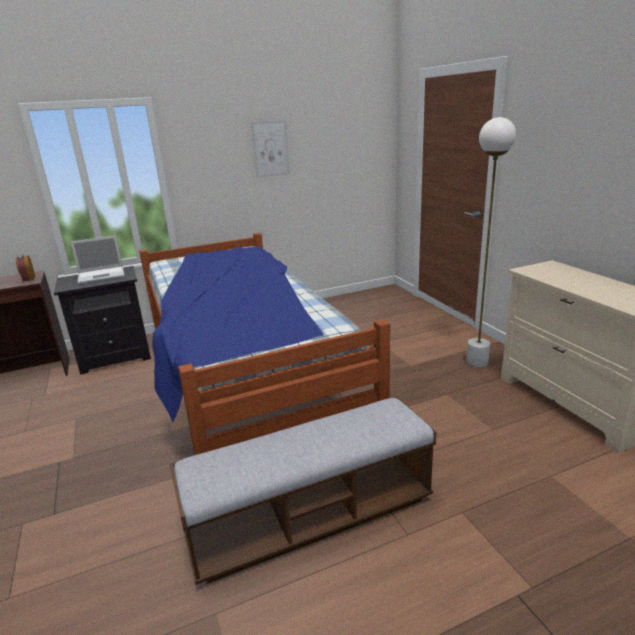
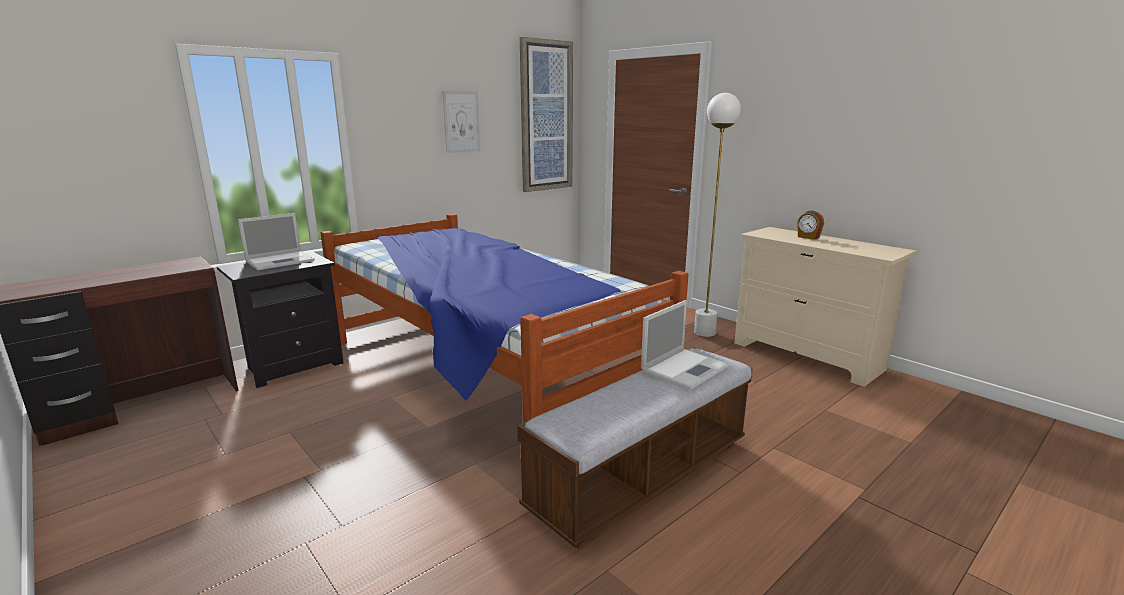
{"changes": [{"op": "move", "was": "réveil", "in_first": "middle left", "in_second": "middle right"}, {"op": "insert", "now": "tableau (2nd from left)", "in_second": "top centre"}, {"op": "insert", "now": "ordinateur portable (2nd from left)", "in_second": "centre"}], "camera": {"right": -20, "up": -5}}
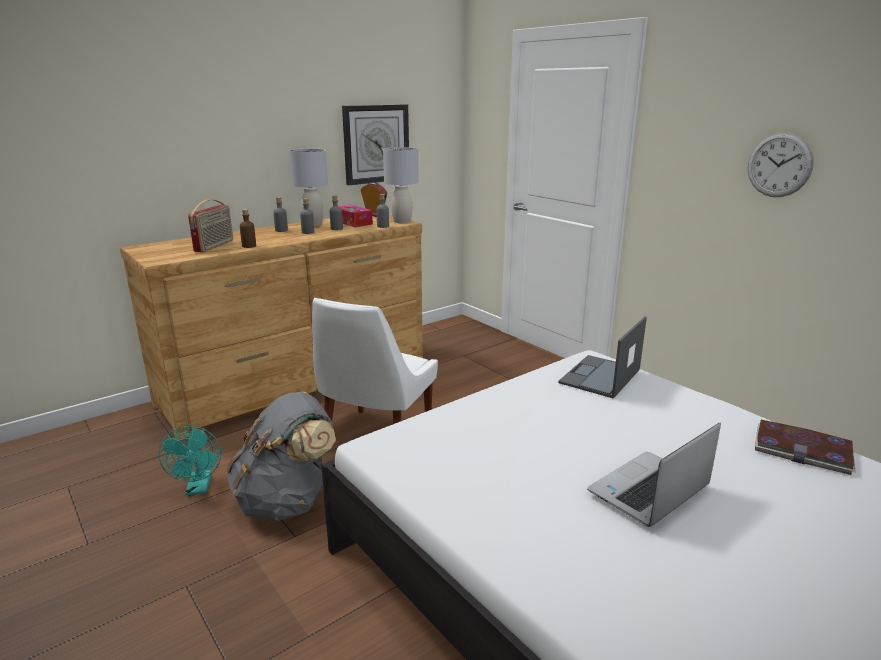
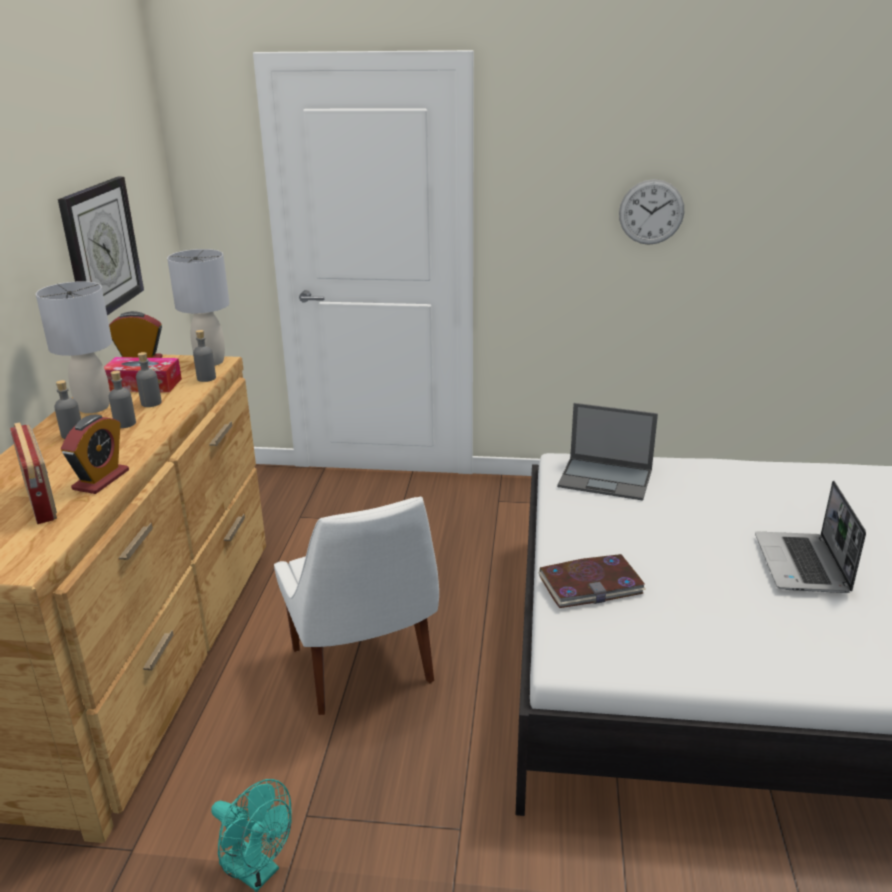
{"changes": [{"op": "replace", "was": "bouteille [marron]", "now": "réveil (1st from left)", "in_first": "middle left", "in_second": "middle left"}, {"op": "rotate", "was": "ordinateur portable (1st from left)", "in_first": "middle right", "in_second": "middle right", "clockwise": -60}, {"op": "delete", "was": "sac à dos [gris]", "in_first": "bottom left"}, {"op": "move", "was": "livre", "in_first": "bottom right", "in_second": "centre"}], "camera": {"right": -45, "up": 5}}
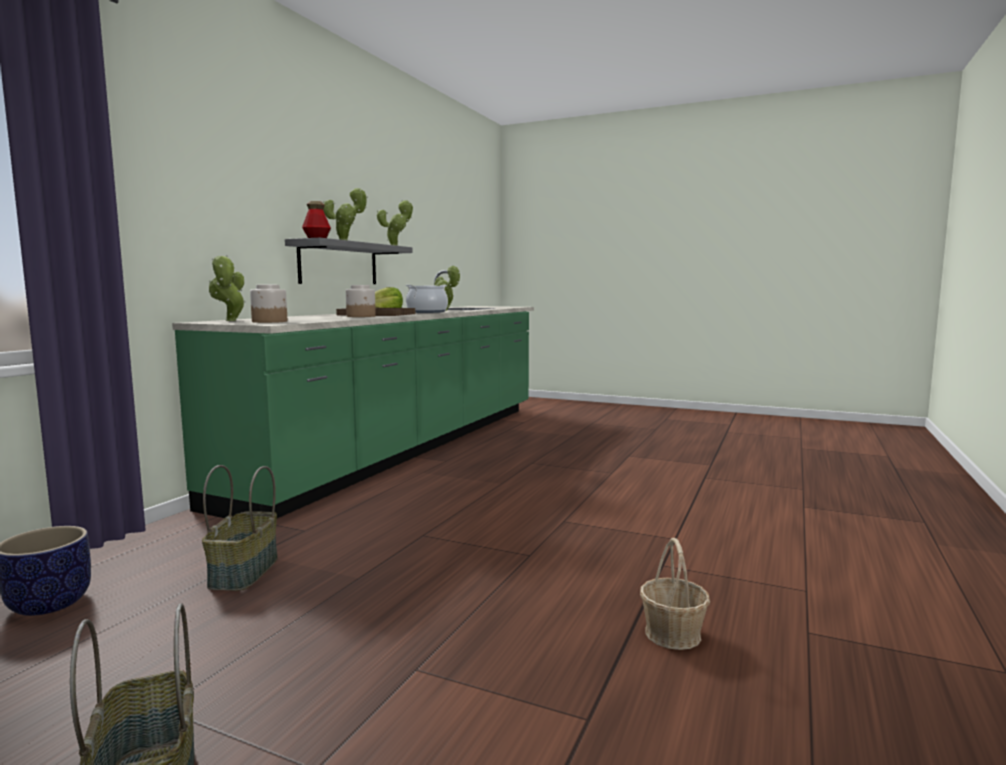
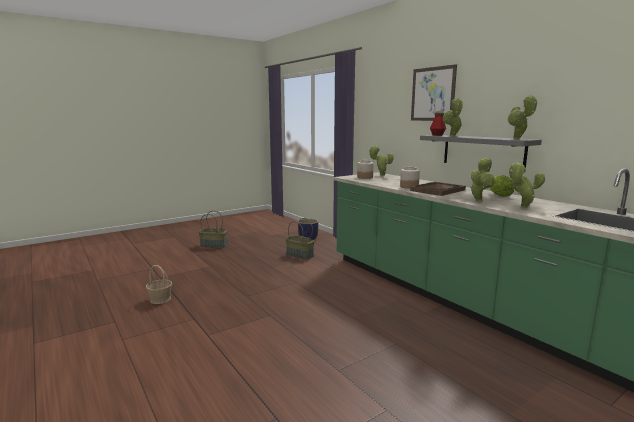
{"changes": [{"op": "replace", "was": "marmite", "now": "plante en pot (3rd from left)", "in_first": "centre", "in_second": "middle right"}, {"op": "insert", "now": "tableau", "in_second": "top right"}], "camera": {"right": 120, "up": 5}}
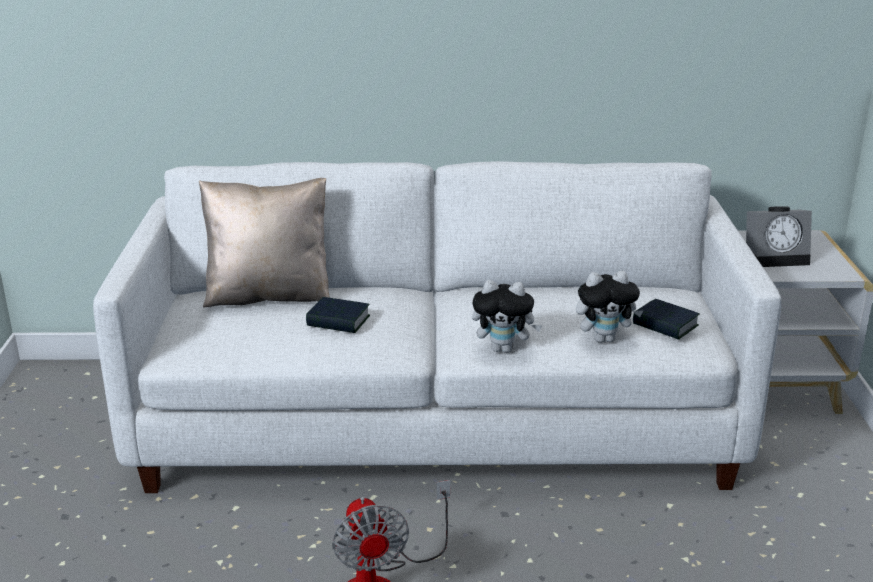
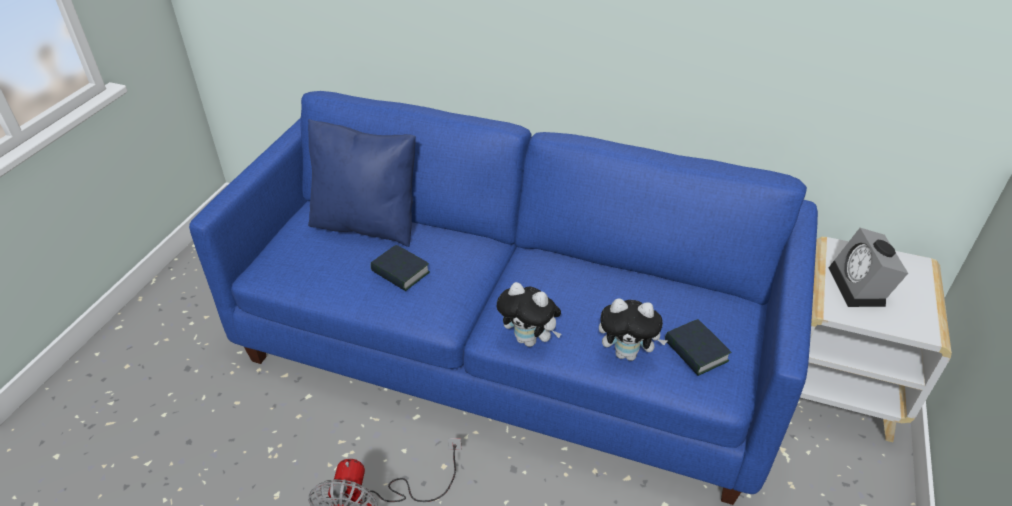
{"changes": [{"op": "recolor", "was": "canapé [blanc]", "now": "canapé [bleu]", "in_first": "centre", "in_second": "centre"}, {"op": "recolor", "was": "coussin [beige]", "now": "coussin [bleu]", "in_first": "middle left", "in_second": "centre"}, {"op": "rotate", "was": "réveil", "in_first": "middle right", "in_second": "middle right", "clockwise": 75}], "camera": {"right": 20, "up": 15}}
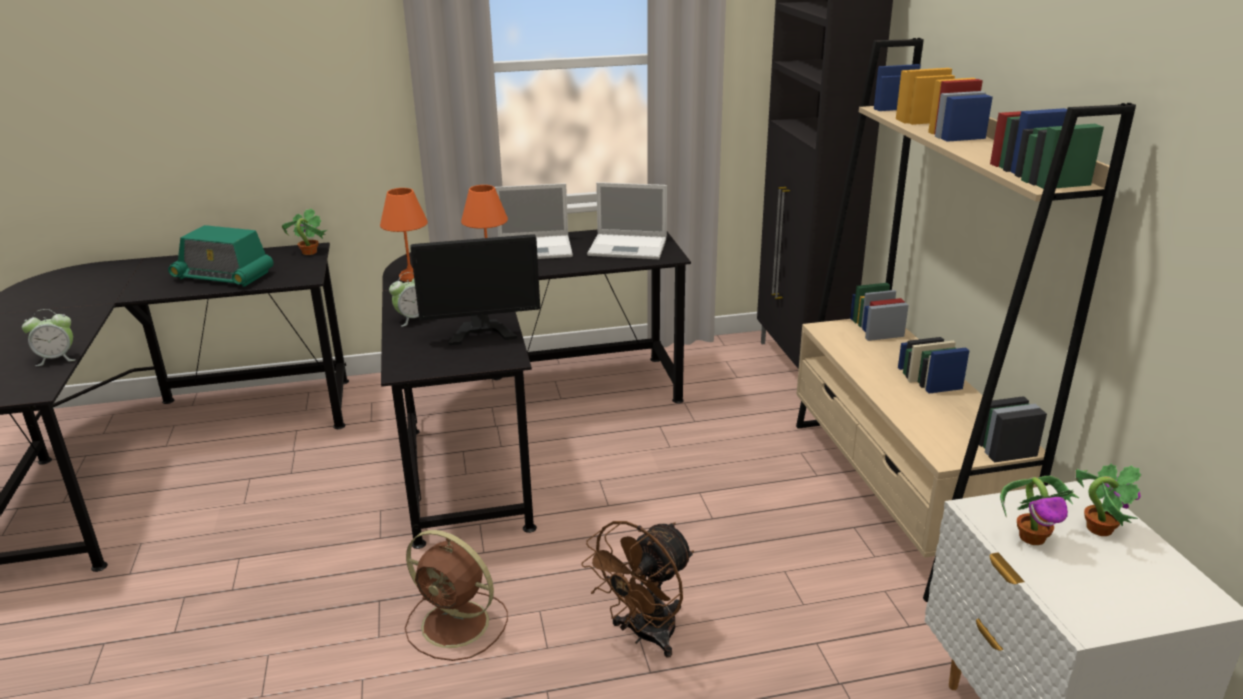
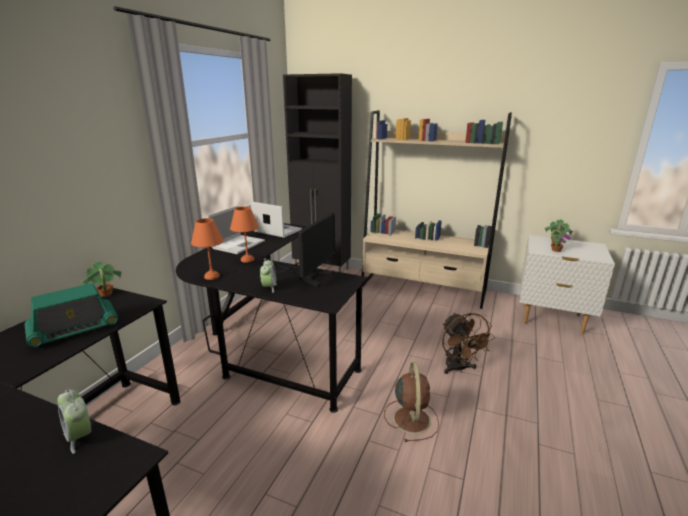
{"changes": [{"op": "rotate", "was": "ordinateur portable (2nd from left)", "in_first": "top centre", "in_second": "centre", "clockwise": -105}, {"op": "rotate", "was": "réveil (1st from left)", "in_first": "middle left", "in_second": "bottom left", "clockwise": 120}, {"op": "rotate", "was": "ventilateur [marron] (1st from left)", "in_first": "bottom centre", "in_second": "bottom centre", "clockwise": -60}], "camera": {"right": -55, "up": -5}}
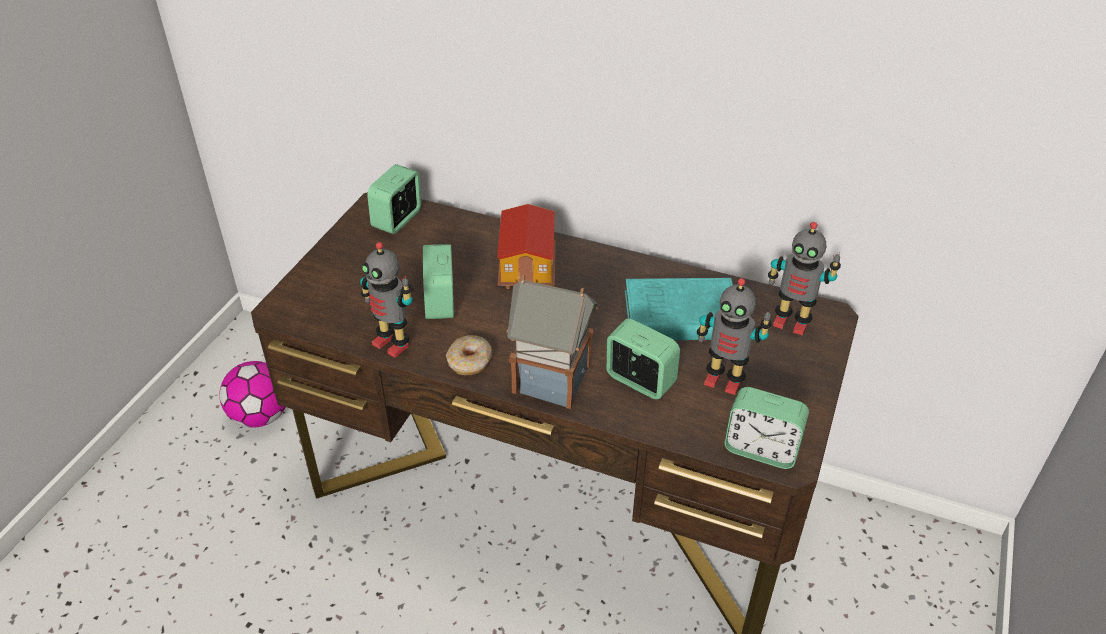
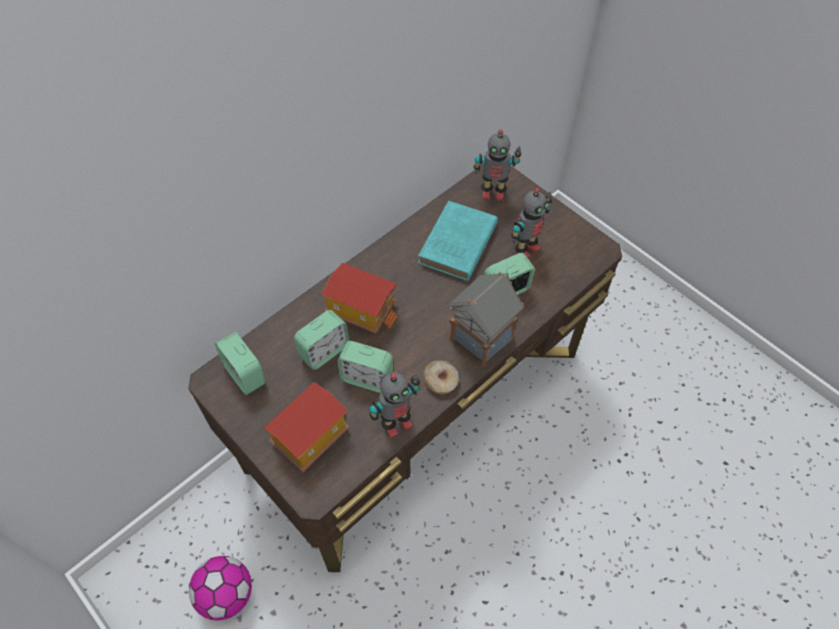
{"changes": [{"op": "rotate", "was": "robot jouet (3rd from left in the first image)", "in_first": "middle right", "in_second": "top centre", "clockwise": 45}, {"op": "move", "was": "réveil (4th from left in the first image)", "now": "réveil (2nd from left)", "in_first": "bottom right", "in_second": "centre"}, {"op": "insert", "now": "maison miniature (1st from left)", "in_second": "bottom centre"}], "camera": {"right": -65, "up": 15}}
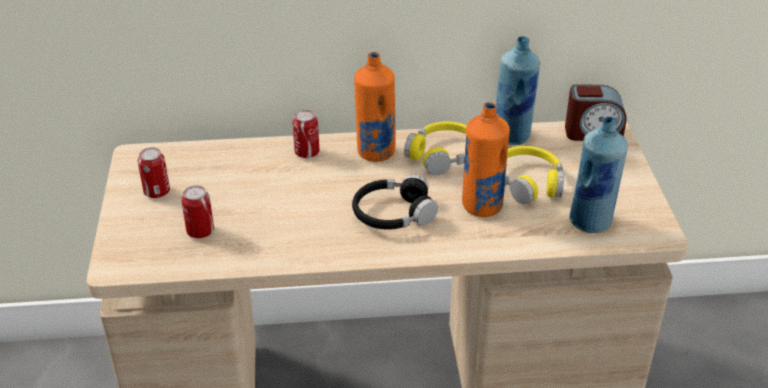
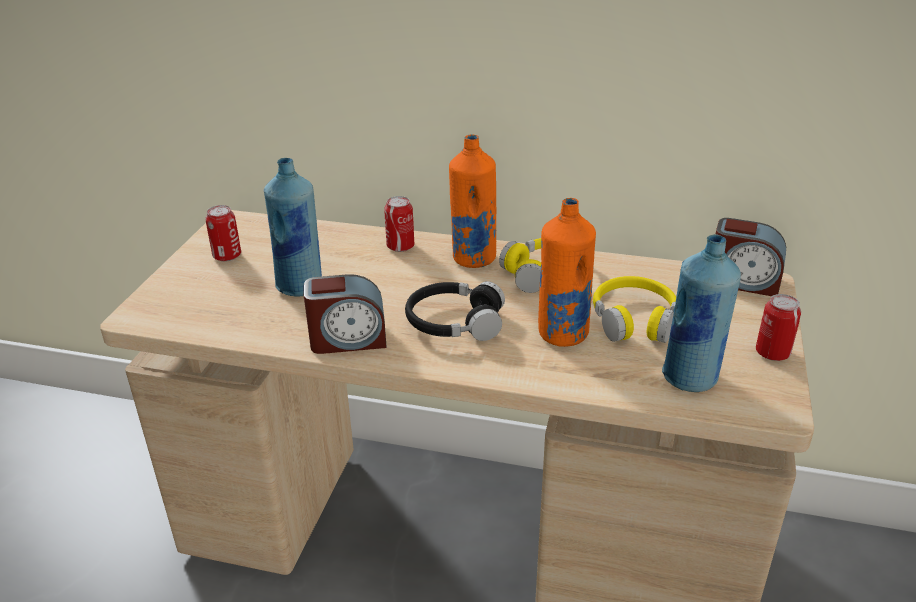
{"changes": [{"op": "move", "was": "bouteille [bleu] (1st from left)", "in_first": "top right", "in_second": "middle left"}, {"op": "move", "was": "boîte métallique (2nd from left in the first image)", "now": "boîte métallique (3rd from left)", "in_first": "middle left", "in_second": "middle right"}, {"op": "insert", "now": "réveil (1st from left)", "in_second": "centre"}], "camera": {"right": 20, "up": -5}}
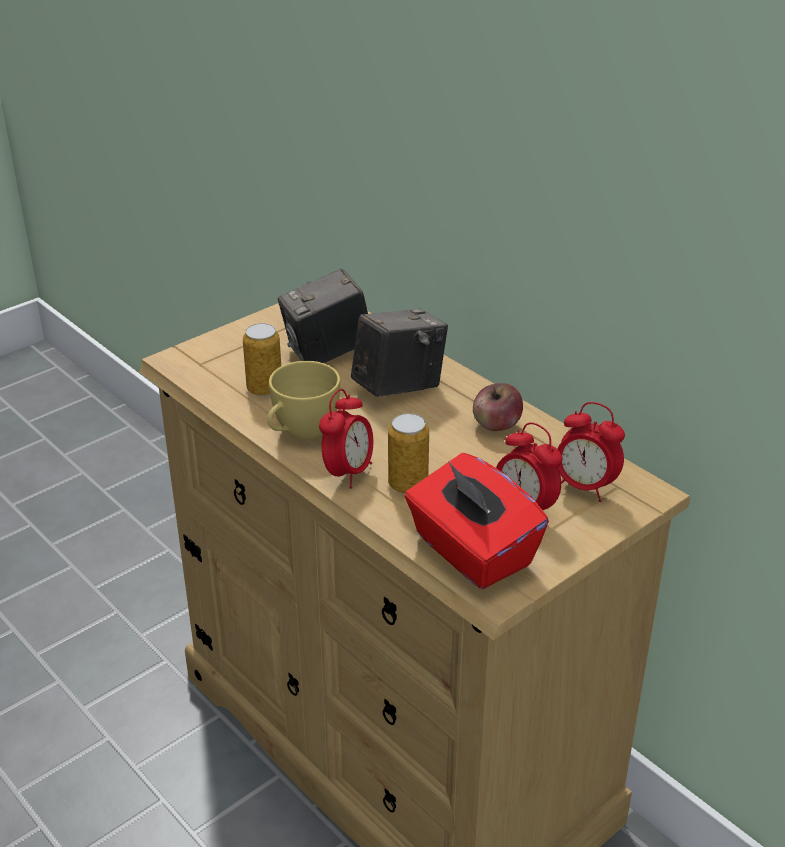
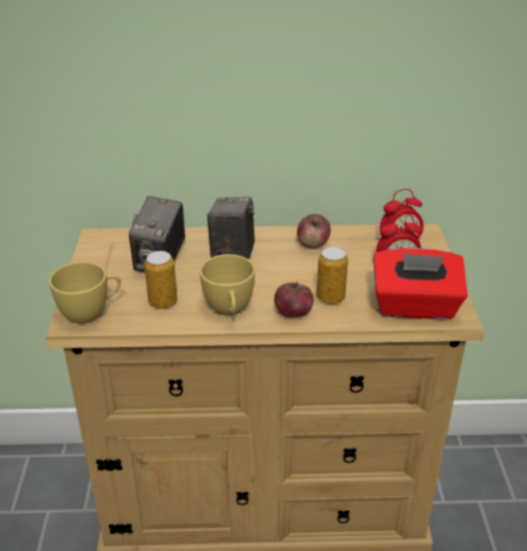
{"changes": [{"op": "replace", "was": "réveil (1st from left)", "now": "pomme (1st from left)", "in_first": "centre", "in_second": "centre"}, {"op": "insert", "now": "tasse [jaune] (1st from left)", "in_second": "middle left"}], "camera": {"right": -50, "up": 0}}
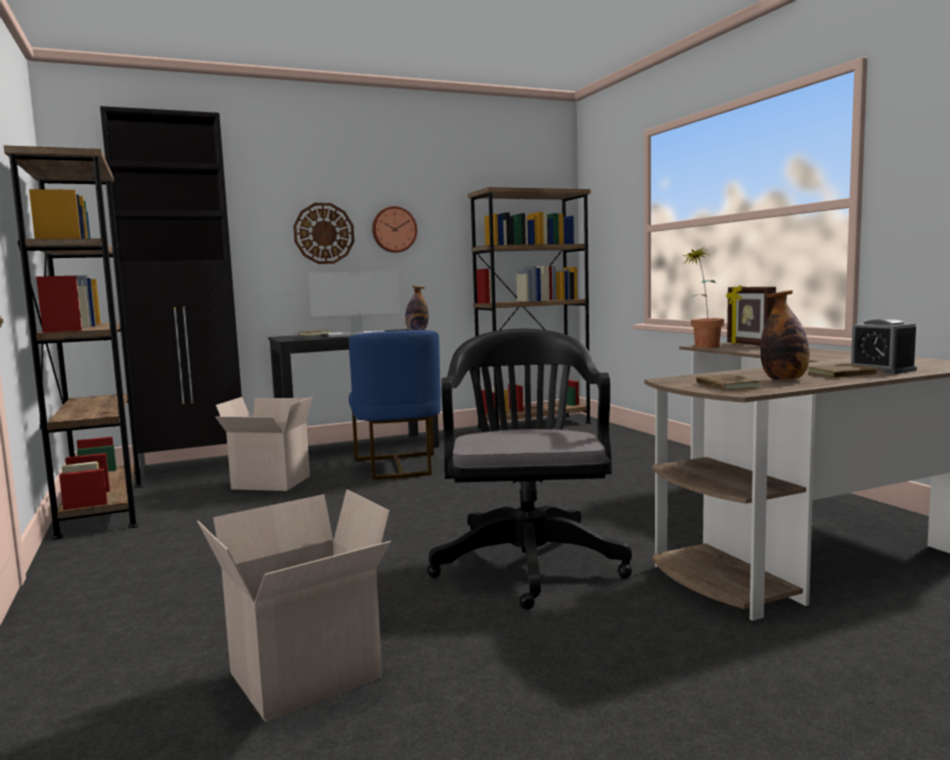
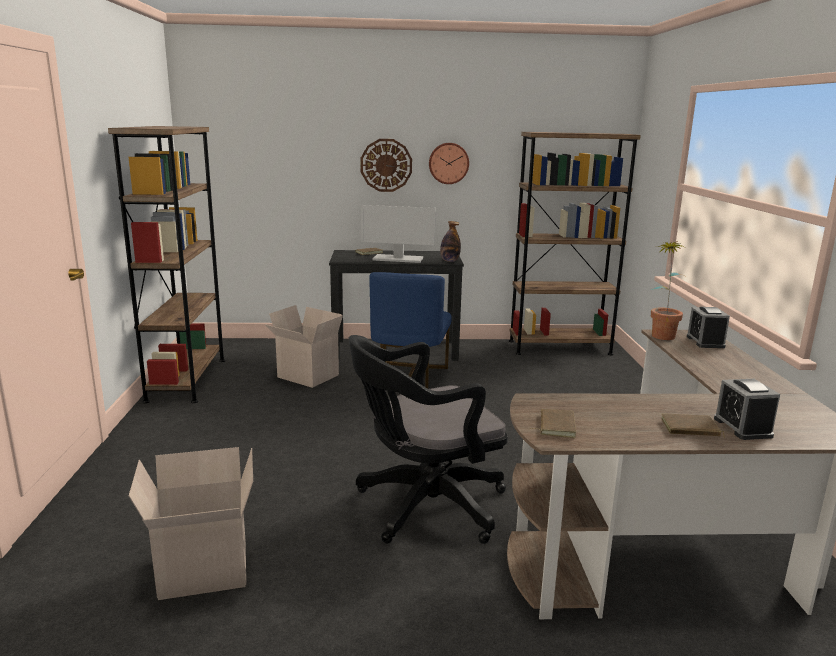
{"changes": [{"op": "delete", "was": "meuble de rangement [noir]", "in_first": "middle left"}, {"op": "replace", "was": "cadre photo", "now": "réveil (1st from left)", "in_first": "middle right", "in_second": "middle right"}, {"op": "delete", "was": "bouteille (2nd from left)", "in_first": "middle right"}, {"op": "rotate", "was": "chaise de bureau [noir]", "in_first": "centre", "in_second": "bottom centre", "clockwise": -135}], "camera": {"right": 20, "up": 10}}
